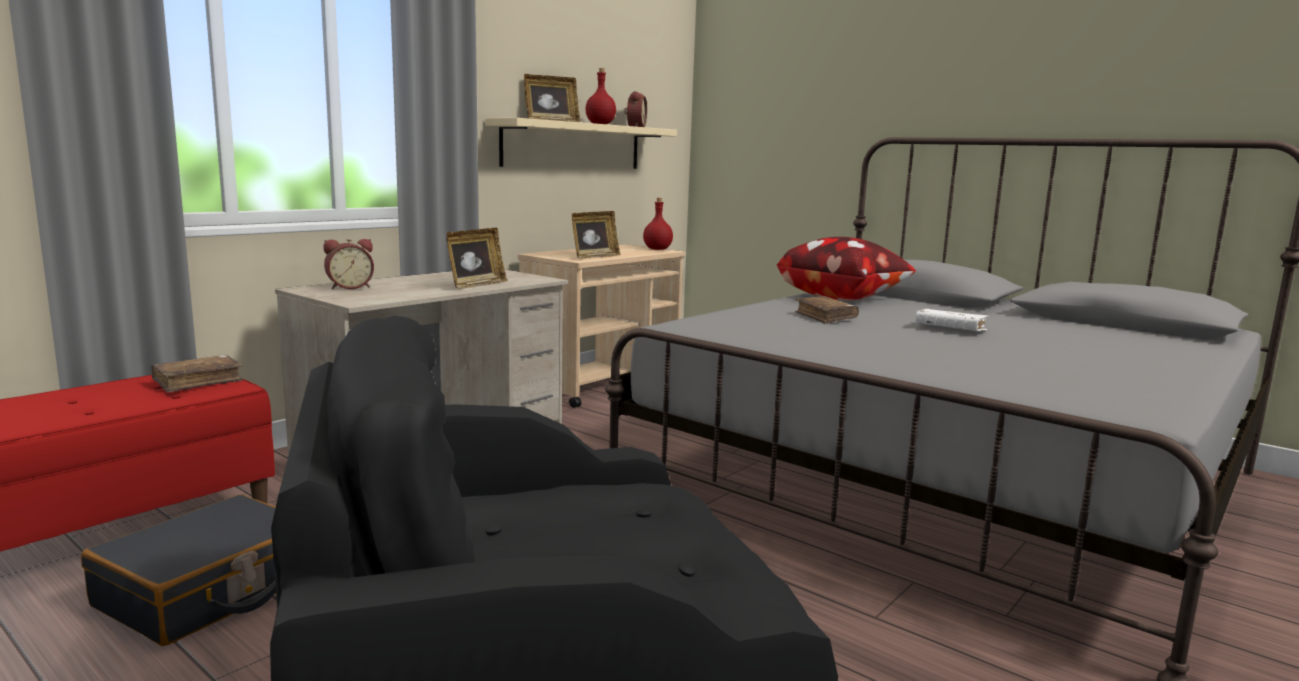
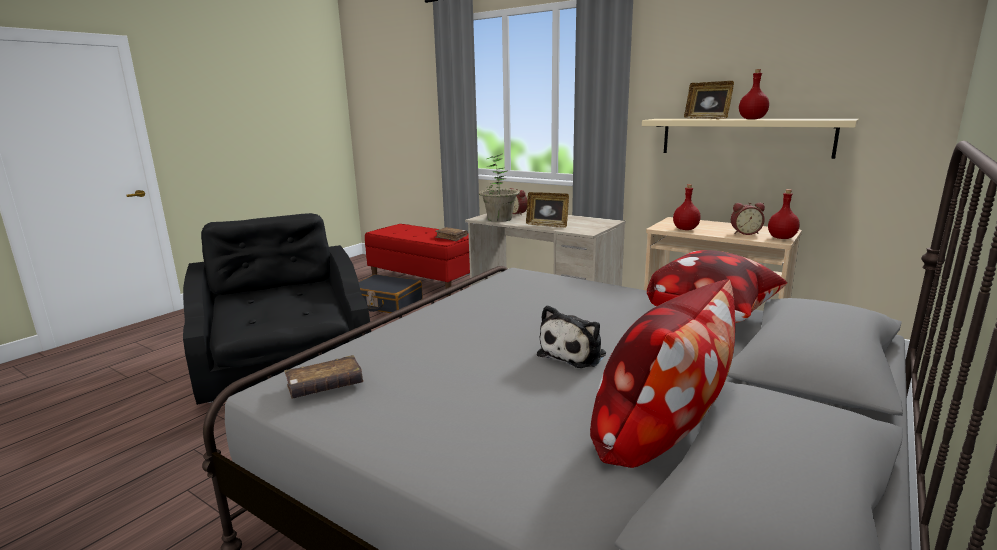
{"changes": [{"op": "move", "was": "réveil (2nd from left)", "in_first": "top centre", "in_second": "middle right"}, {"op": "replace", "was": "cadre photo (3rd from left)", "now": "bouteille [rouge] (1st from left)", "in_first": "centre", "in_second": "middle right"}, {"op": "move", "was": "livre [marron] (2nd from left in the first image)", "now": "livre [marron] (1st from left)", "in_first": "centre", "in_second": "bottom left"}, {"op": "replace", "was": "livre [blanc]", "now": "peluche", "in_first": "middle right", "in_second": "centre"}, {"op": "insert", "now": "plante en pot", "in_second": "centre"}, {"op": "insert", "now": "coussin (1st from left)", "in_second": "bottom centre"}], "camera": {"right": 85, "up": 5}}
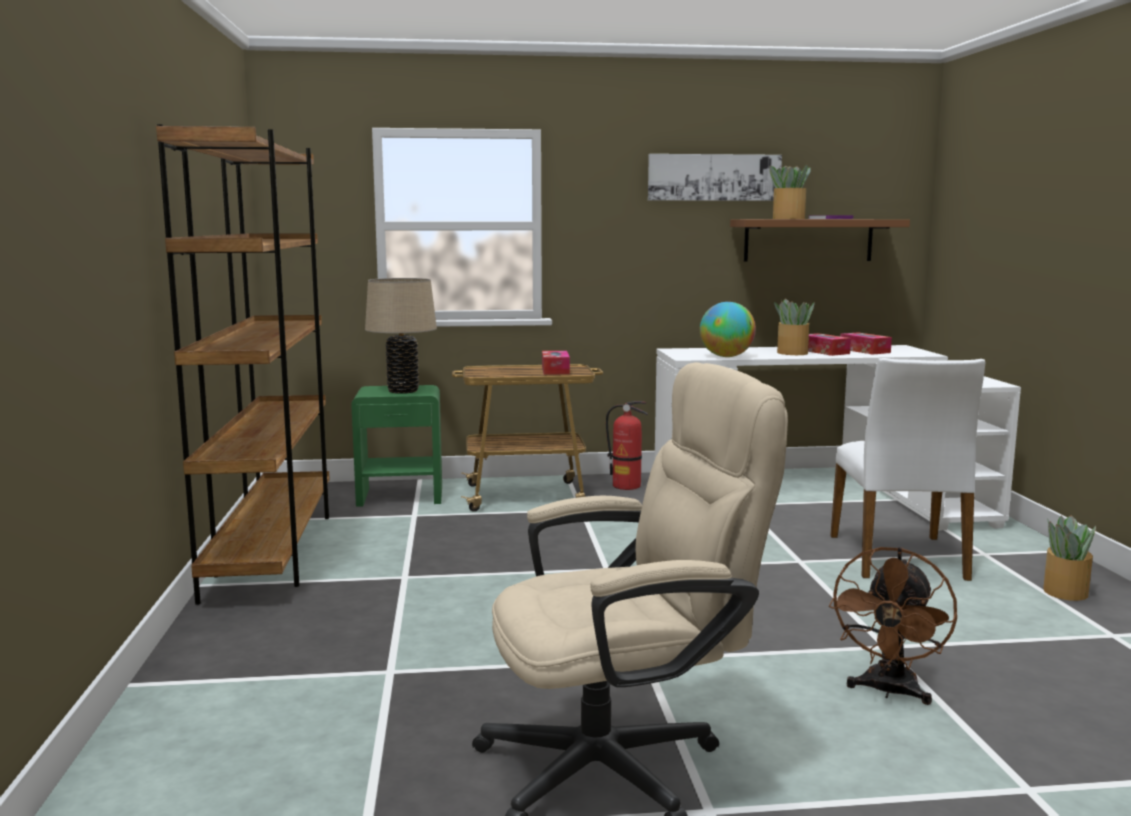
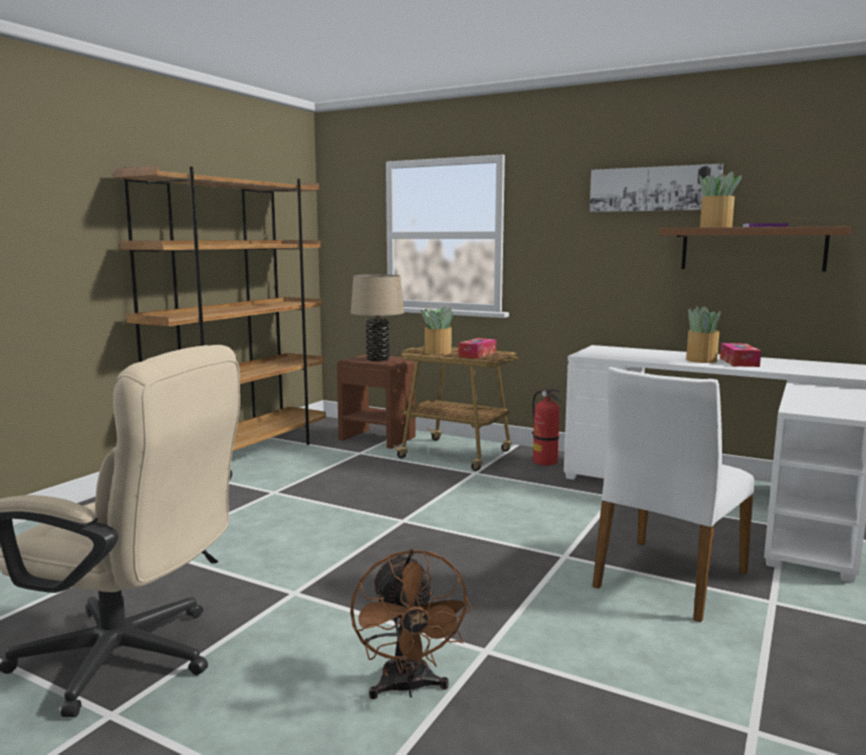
{"changes": [{"op": "delete", "was": "globe", "in_first": "centre"}, {"op": "delete", "was": "boîte à mouchoirs (3rd from left)", "in_first": "middle right"}, {"op": "recolor", "was": "table de chevet [vert]", "now": "table de chevet [marron]", "in_first": "centre", "in_second": "centre"}, {"op": "move", "was": "plante en pot (3rd from left in the first image)", "now": "plante en pot (1st from left)", "in_first": "bottom right", "in_second": "centre"}, {"op": "rotate", "was": "ventilateur [marron]", "in_first": "bottom right", "in_second": "bottom centre", "clockwise": -75}], "camera": {"right": 35, "up": 0}}
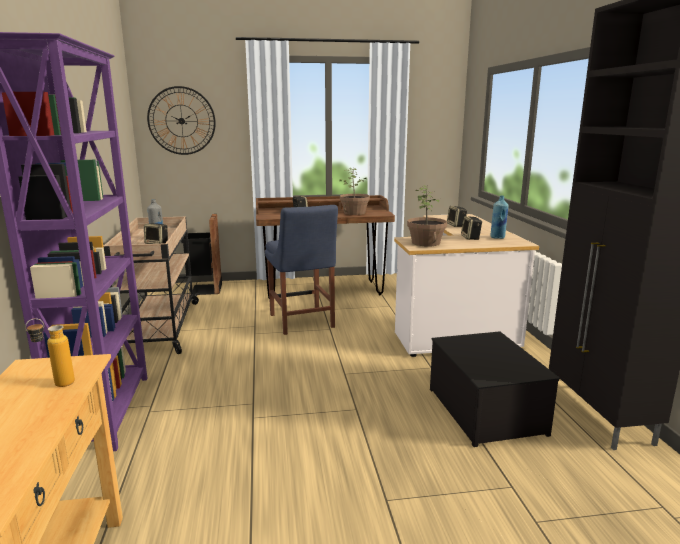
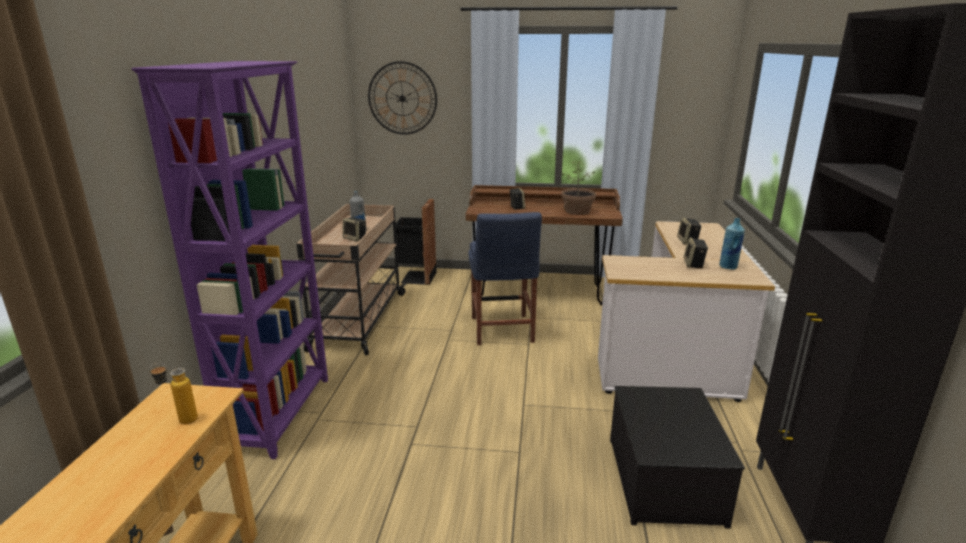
{"changes": [{"op": "delete", "was": "plante en pot (2nd from left)", "in_first": "centre"}], "camera": {"right": 15, "up": 5}}
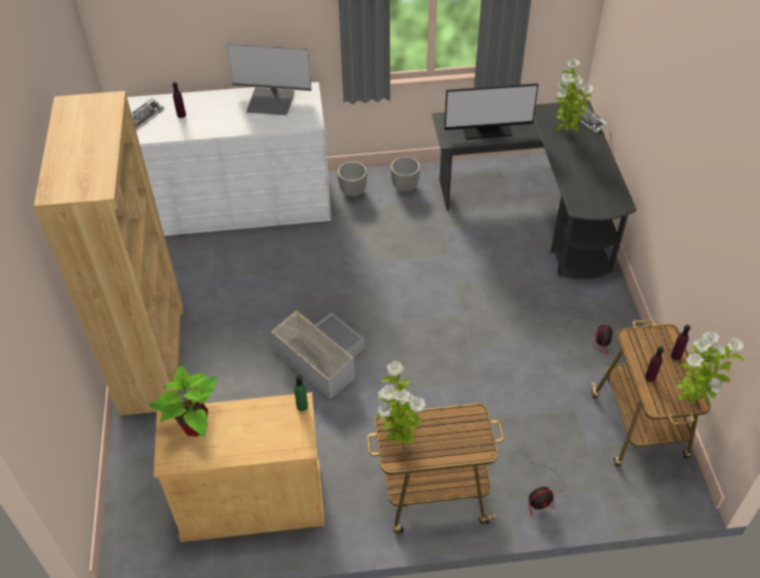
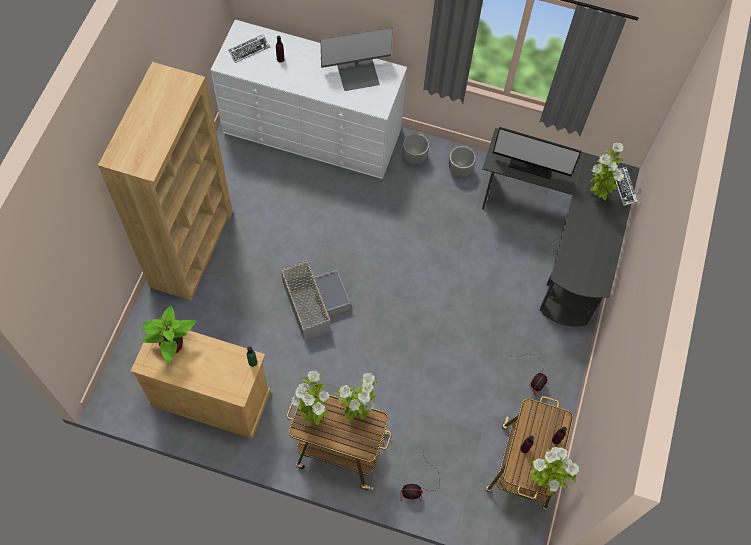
{"changes": [{"op": "rotate", "was": "écran d'ordinateur (1st from left)", "in_first": "top centre", "in_second": "top centre", "clockwise": -45}, {"op": "insert", "now": "plante en pot (3rd from left)", "in_second": "bottom centre"}], "camera": {"right": 20, "up": 15}}
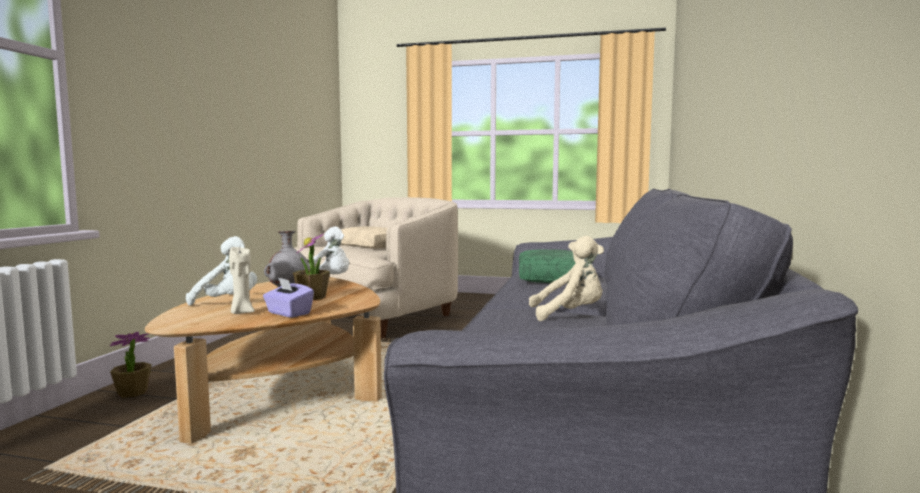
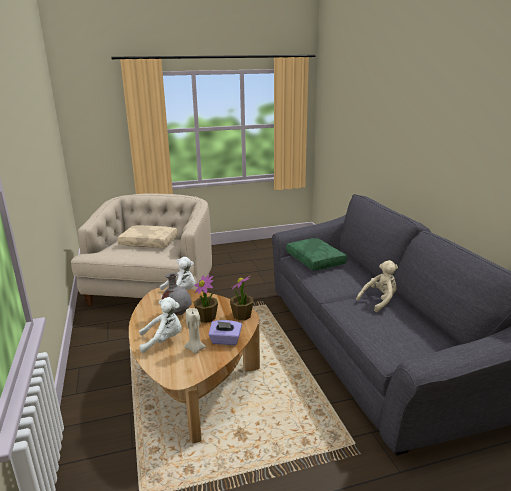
{"changes": [{"op": "move", "was": "plante en pot (1st from left in the first image)", "now": "plante en pot (2nd from left)", "in_first": "bottom left", "in_second": "centre"}], "camera": {"right": -30, "up": 15}}
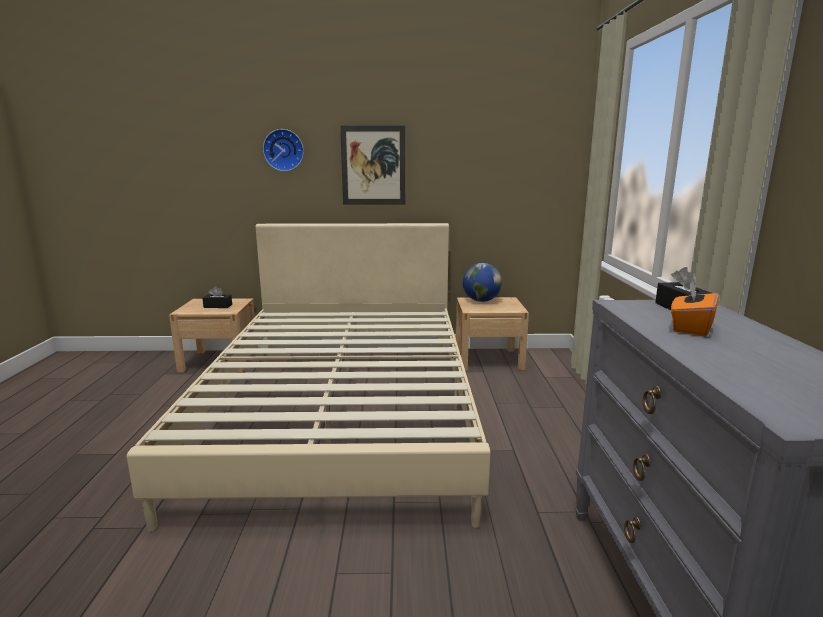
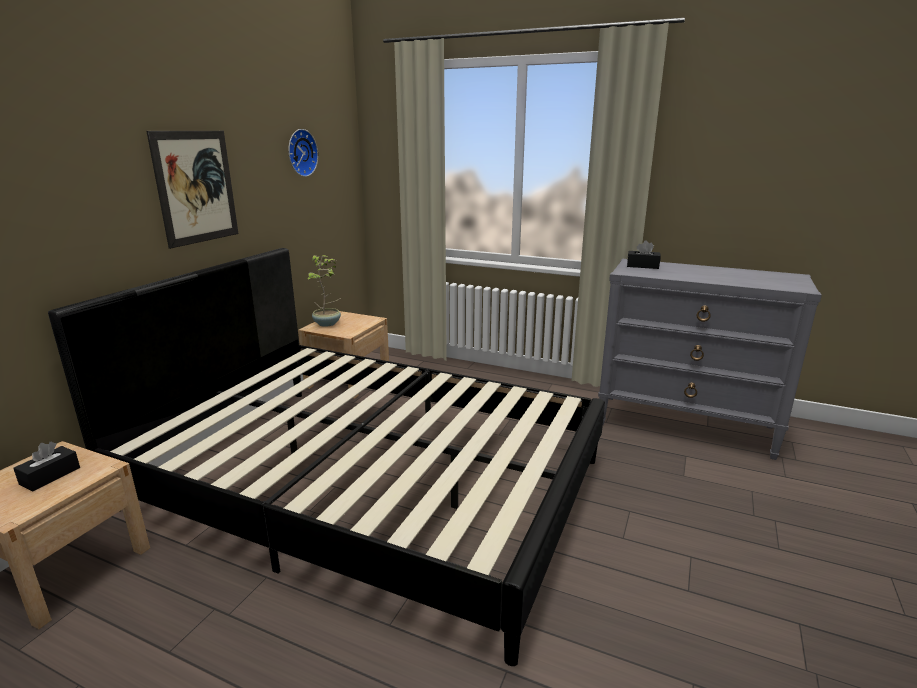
{"changes": [{"op": "move", "was": "horloge murale", "in_first": "top centre", "in_second": "top left"}, {"op": "recolor", "was": "lit [beige]", "now": "lit [noir]", "in_first": "centre", "in_second": "centre"}, {"op": "replace", "was": "globe", "now": "plante en pot", "in_first": "centre", "in_second": "centre"}, {"op": "delete", "was": "boîte à mouchoirs [orange]", "in_first": "middle right"}], "camera": {"right": -65, "up": 5}}
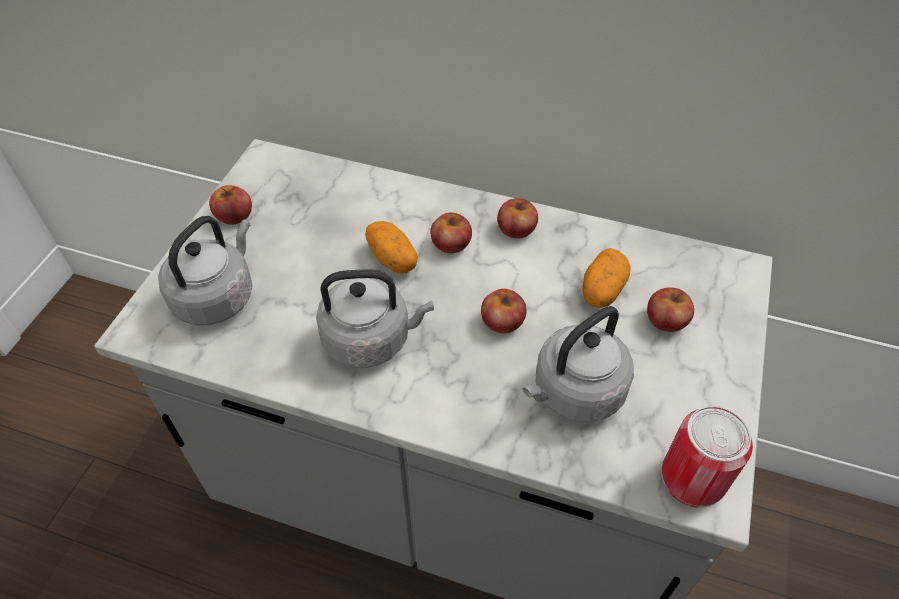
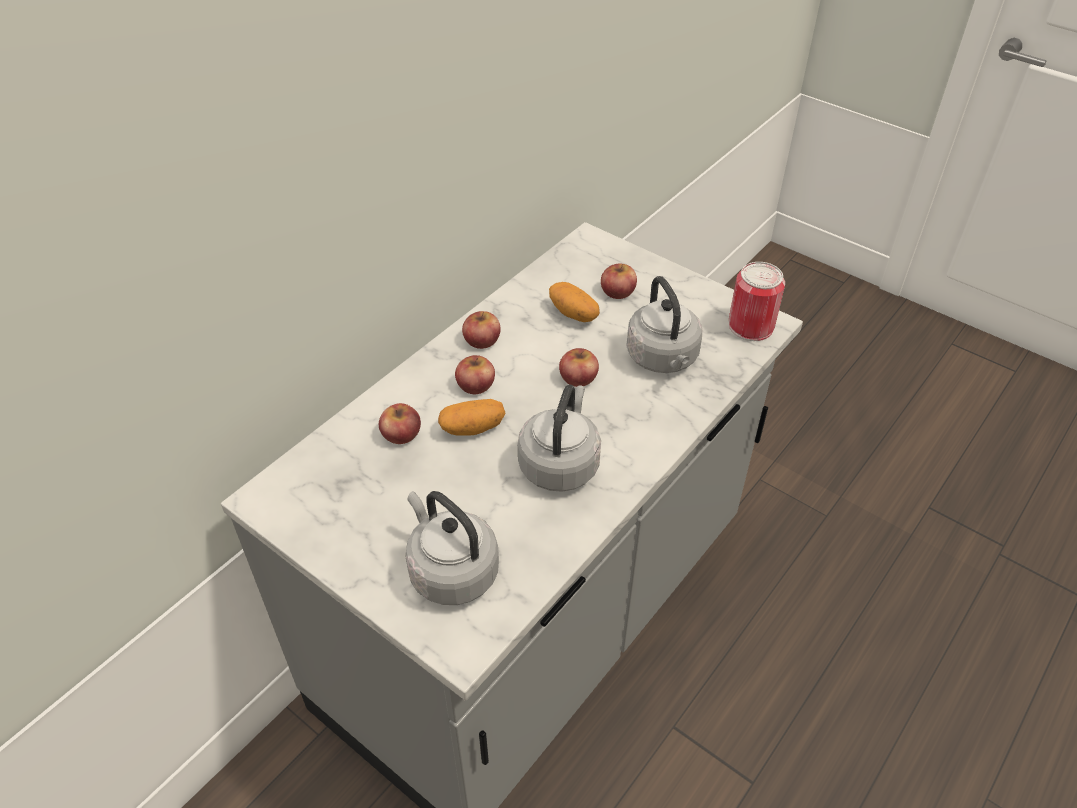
{"changes": [{"op": "move", "was": "pomme (1st from left)", "in_first": "middle left", "in_second": "centre"}], "camera": {"right": -70, "up": -5}}
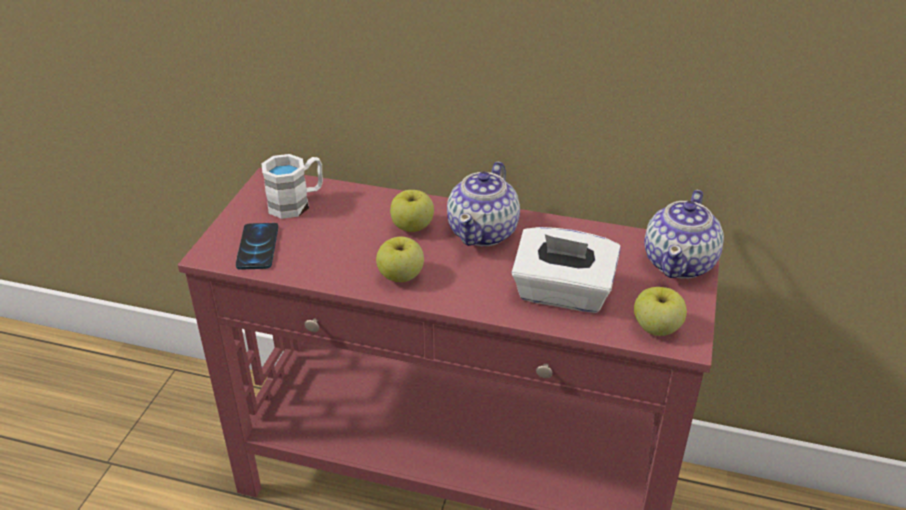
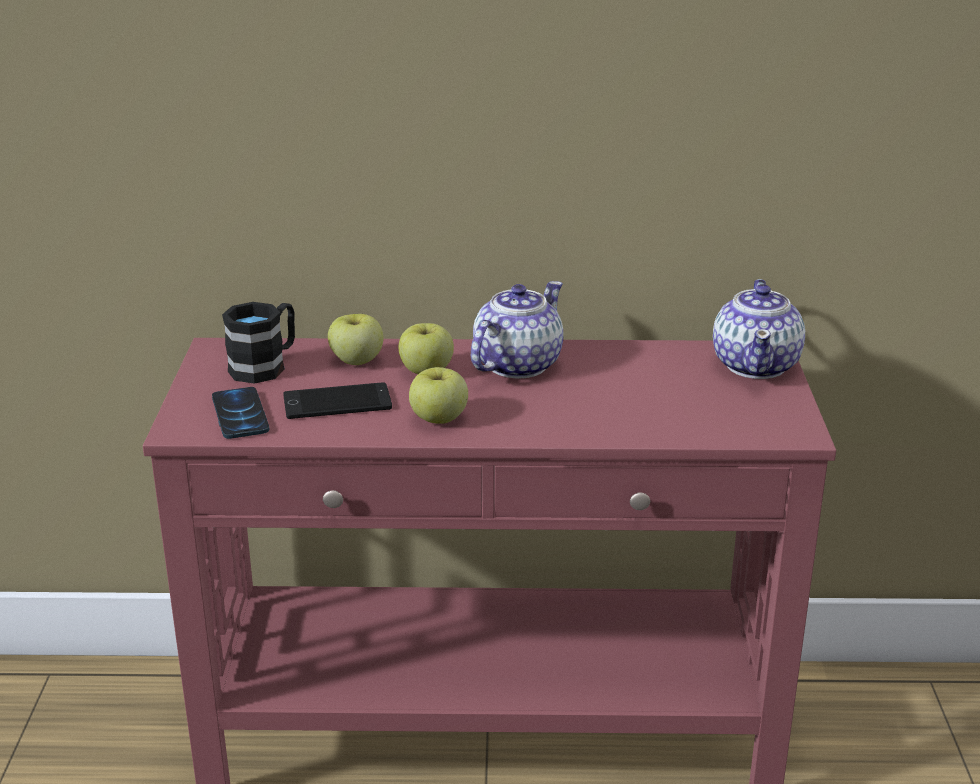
{"changes": [{"op": "recolor", "was": "mug [blanc]", "now": "mug [noir]", "in_first": "middle left", "in_second": "middle left"}, {"op": "rotate", "was": "théière (1st from left)", "in_first": "centre", "in_second": "centre", "clockwise": -150}, {"op": "delete", "was": "boîte à mouchoirs [blanc]", "in_first": "centre"}, {"op": "move", "was": "pomme (3rd from left in the first image)", "now": "pomme (1st from left)", "in_first": "middle right", "in_second": "centre"}, {"op": "insert", "now": "téléphone (2nd from left)", "in_second": "centre"}], "camera": {"right": -15, "up": -10}}
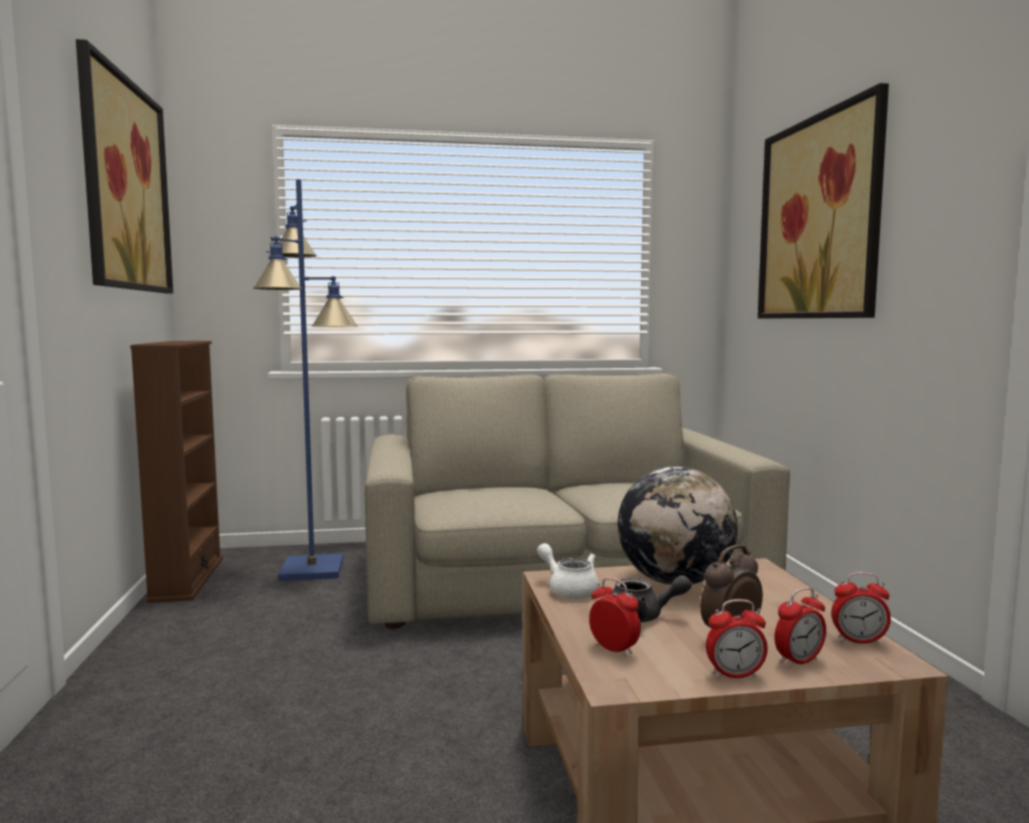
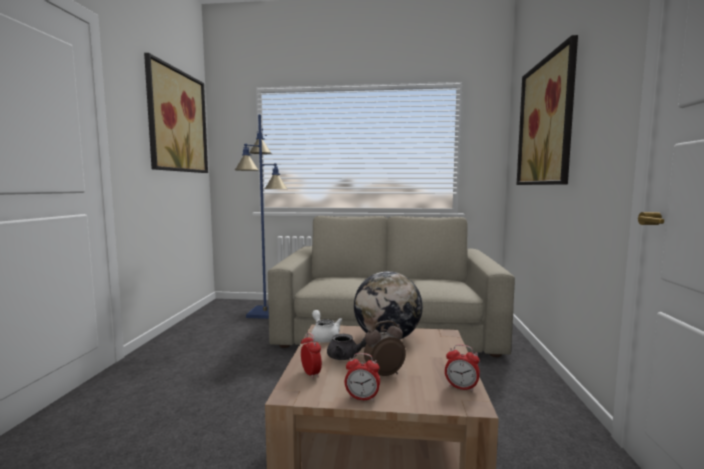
{"changes": [{"op": "delete", "was": "bibliothèque [marron]", "in_first": "middle left"}, {"op": "delete", "was": "réveil (4th from left)", "in_first": "bottom right"}], "camera": {"right": 15, "up": 0}}
